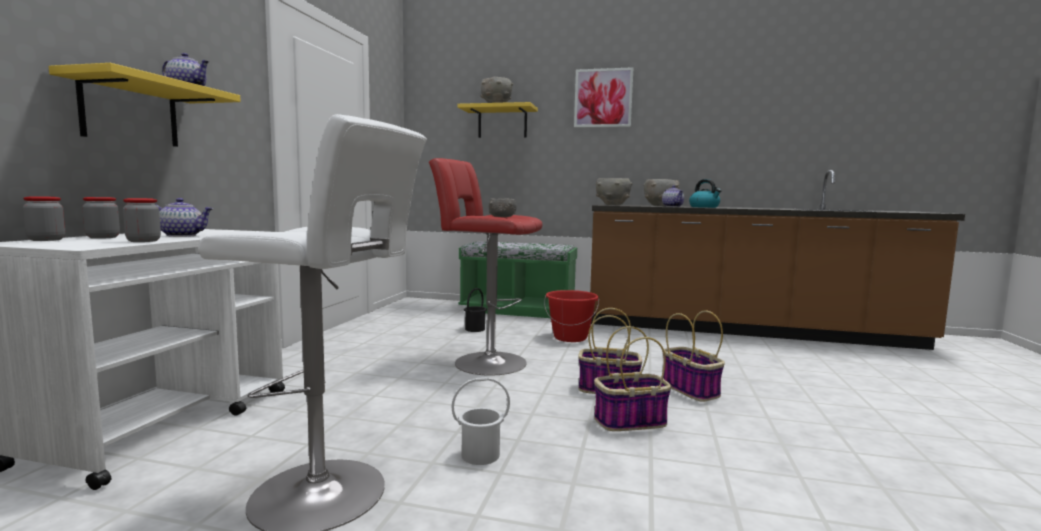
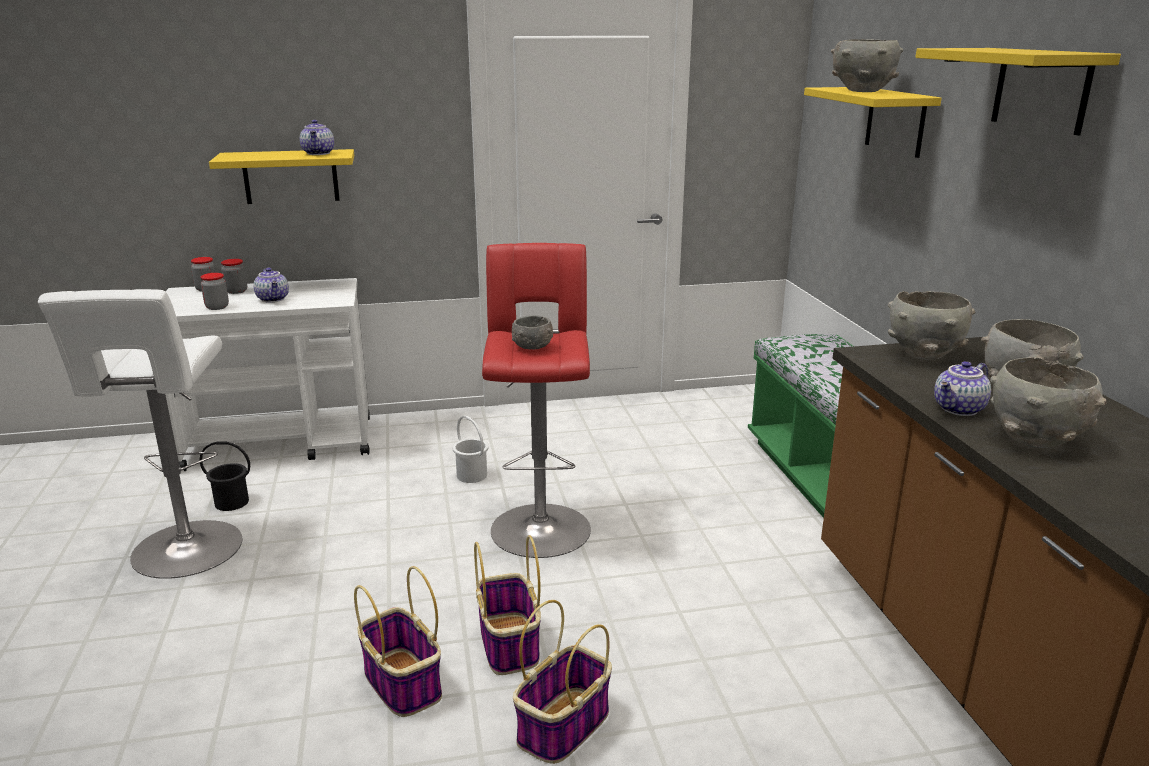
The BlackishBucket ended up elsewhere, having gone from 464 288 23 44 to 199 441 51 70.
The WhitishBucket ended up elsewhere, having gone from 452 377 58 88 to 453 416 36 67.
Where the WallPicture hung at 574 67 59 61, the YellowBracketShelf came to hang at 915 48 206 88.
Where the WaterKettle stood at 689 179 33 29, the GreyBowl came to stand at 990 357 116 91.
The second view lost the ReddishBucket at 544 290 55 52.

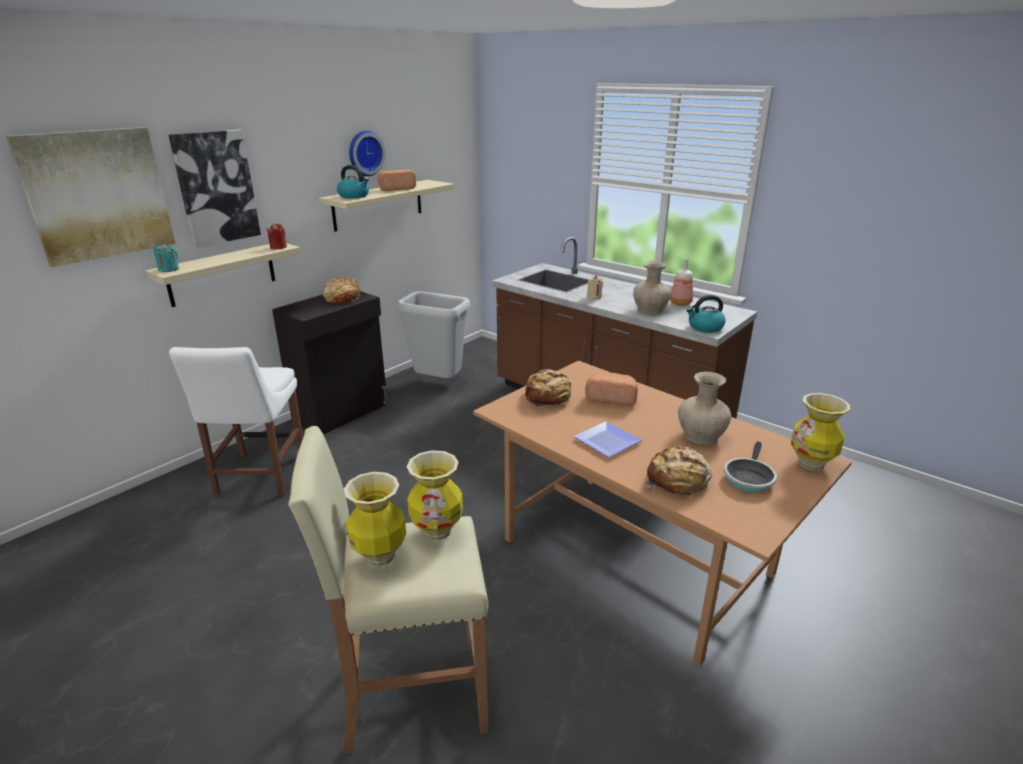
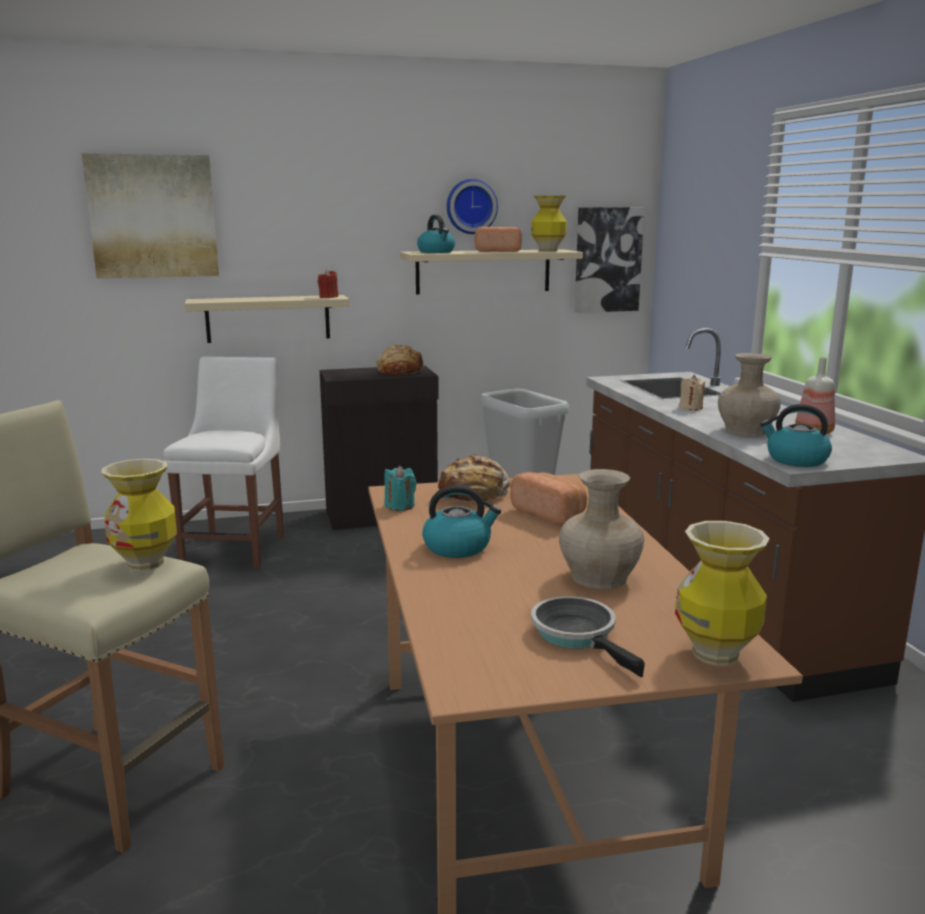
The WhitishPlainChair at 169 347 134 149 ended up facing another way, 150 degrees clockwise from before.
The TurquoiseColouredWaxLight ended up elsewhere, having gone from 153 243 26 29 to 384 466 32 45.
Where the Plate stood at 573 421 69 36, the WaterKettle came to stand at 422 485 79 73.
The DecorativeVase ended up elsewhere, having gone from 344 472 62 95 to 531 196 36 56.
The FryingPan at 724 441 53 52 ended up facing another way, 90 degrees clockwise from before.
The WallPicture ended up elsewhere, having gone from 169 130 92 117 to 575 207 70 106.
The second view lost the Bread at 644 446 68 51.

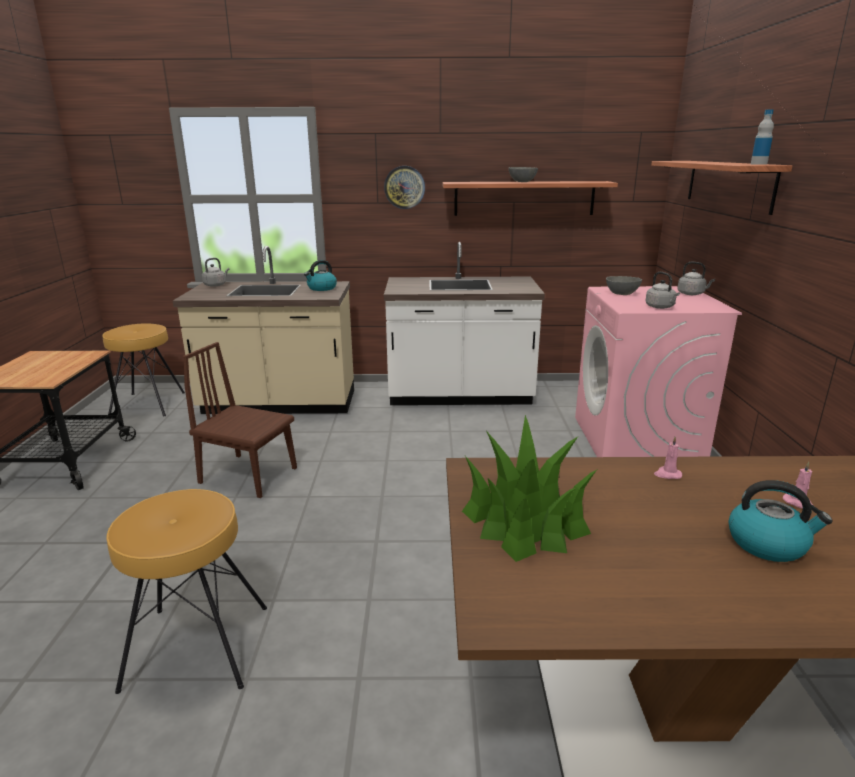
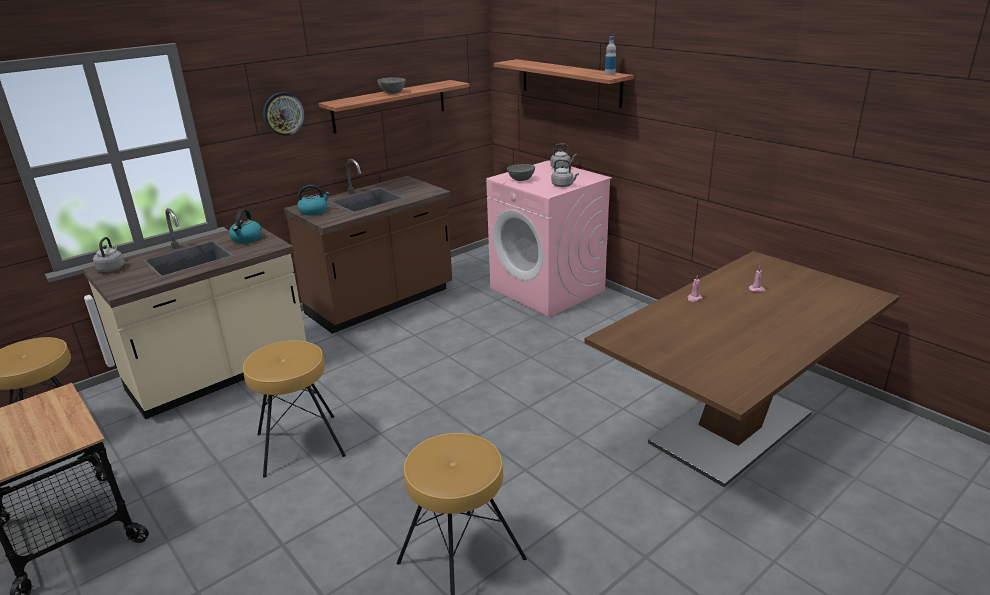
Where the BrownishPlainChair stood at 183 342 114 156, the BrownishStoolSeat came to stand at 243 340 103 138.
What was the WhitishKitchenCounter at 384 242 161 163 turned into the BrownishKitchenCounter at 284 159 168 175.
The WaterKettle ended up elsewhere, having gone from 728 480 105 82 to 297 185 33 31.
The second view lost the Houseplant at 462 415 135 147.

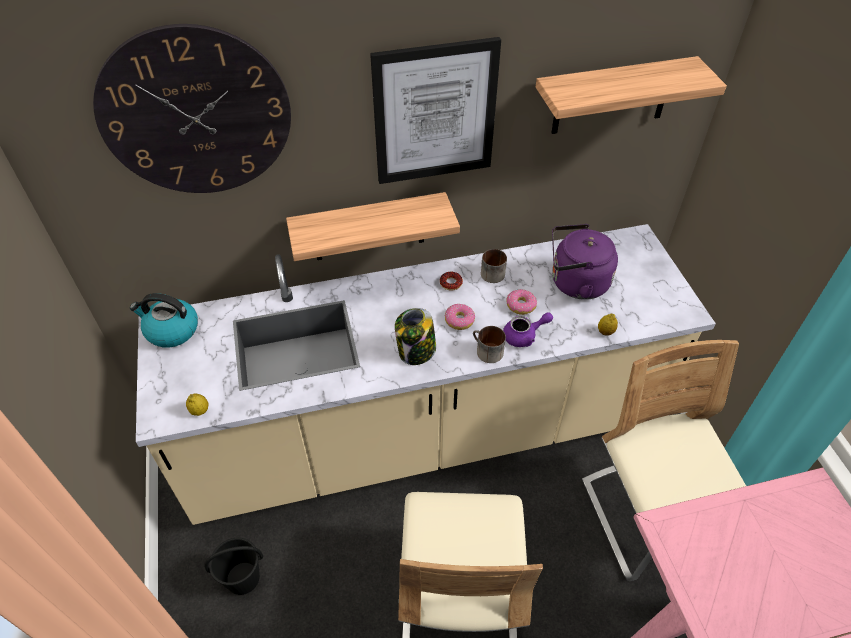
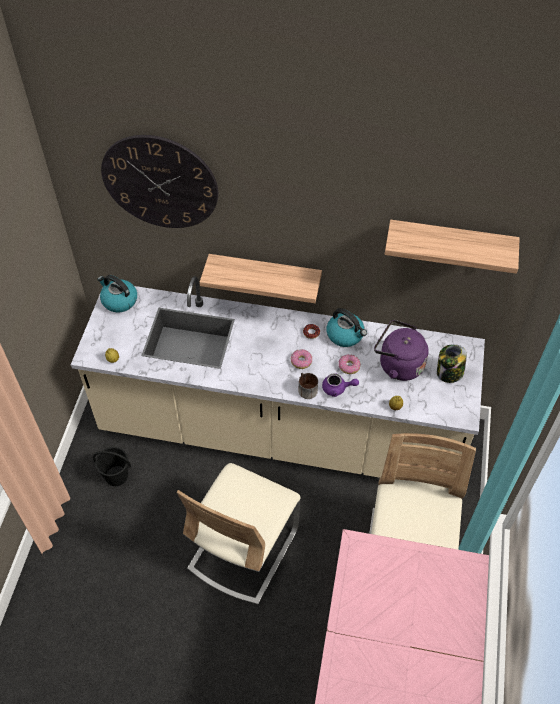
Where the TeaMug stood at 481 249 26 34, the WaterKettle came to stand at 327 308 40 39.
The Jar ended up elsewhere, having gone from 395 308 41 57 to 437 344 30 39.
The second view lost the WallPicture at 370 37 131 147.

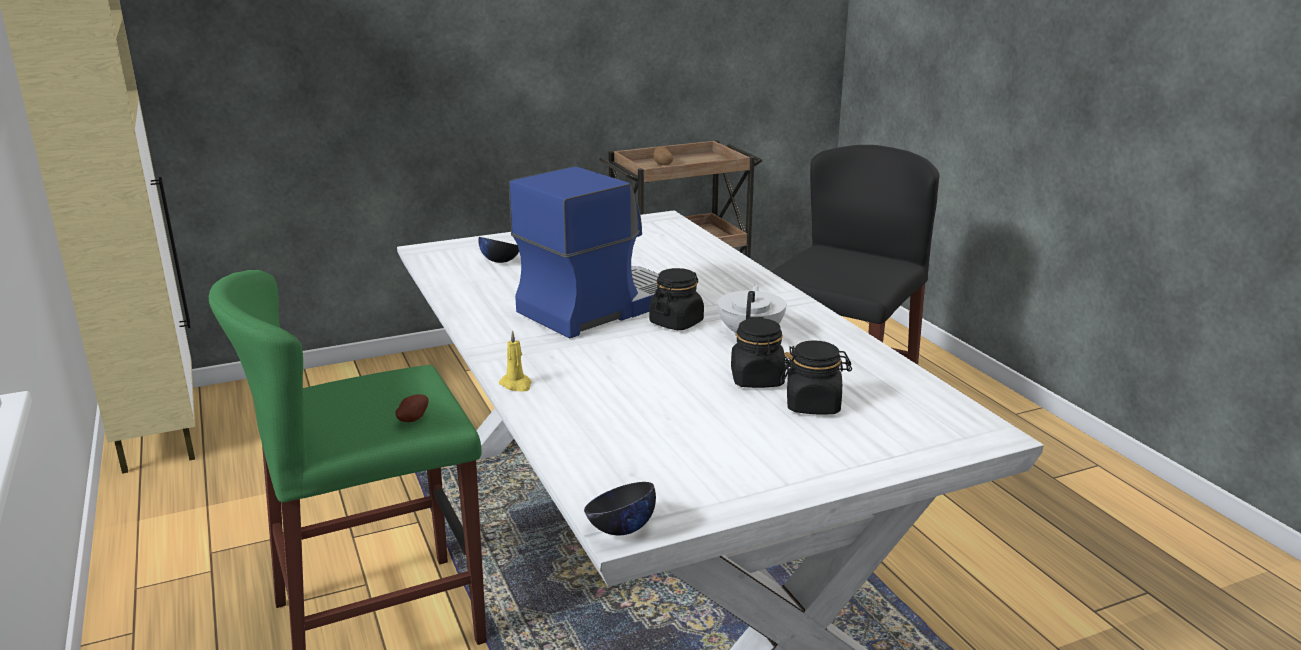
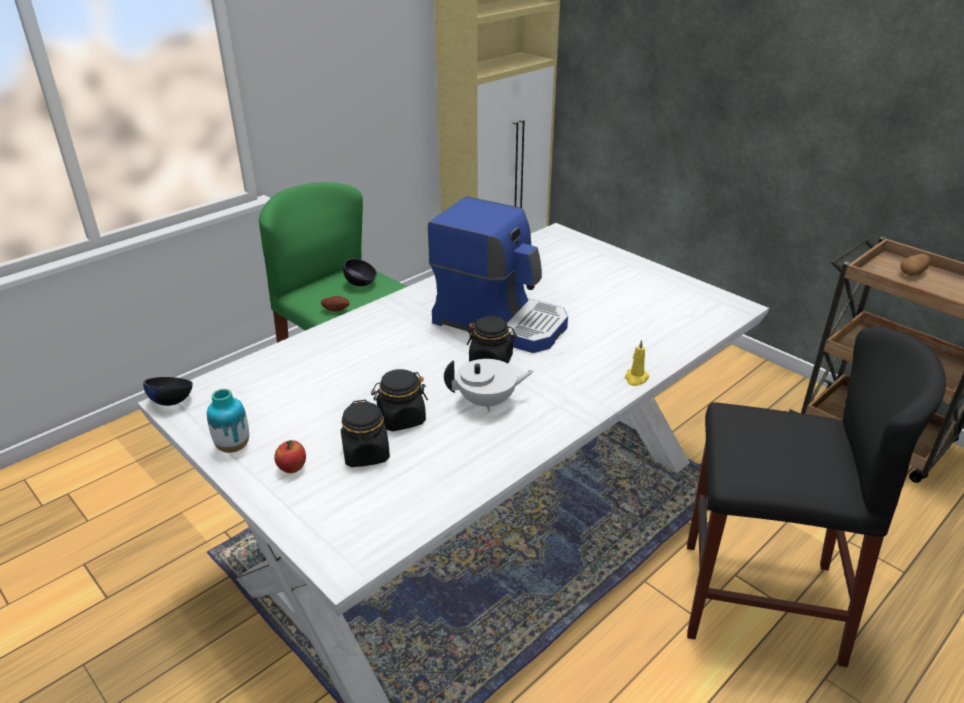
The second view gained the DecorativeVase at 207 389 42 64.
The second view gained the Apple at 274 440 32 33.
The BlackishBowl ended up elsewhere, having gone from 479 237 40 26 to 343 258 34 28.
The YellowWaxLight ended up elsewhere, having gone from 499 330 32 62 to 625 340 25 46.

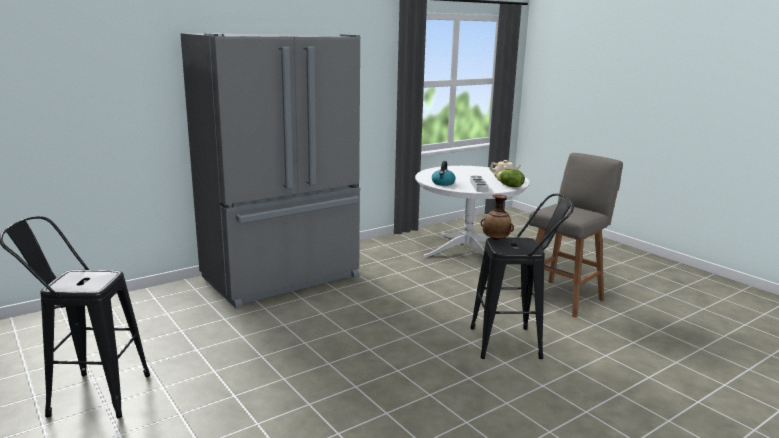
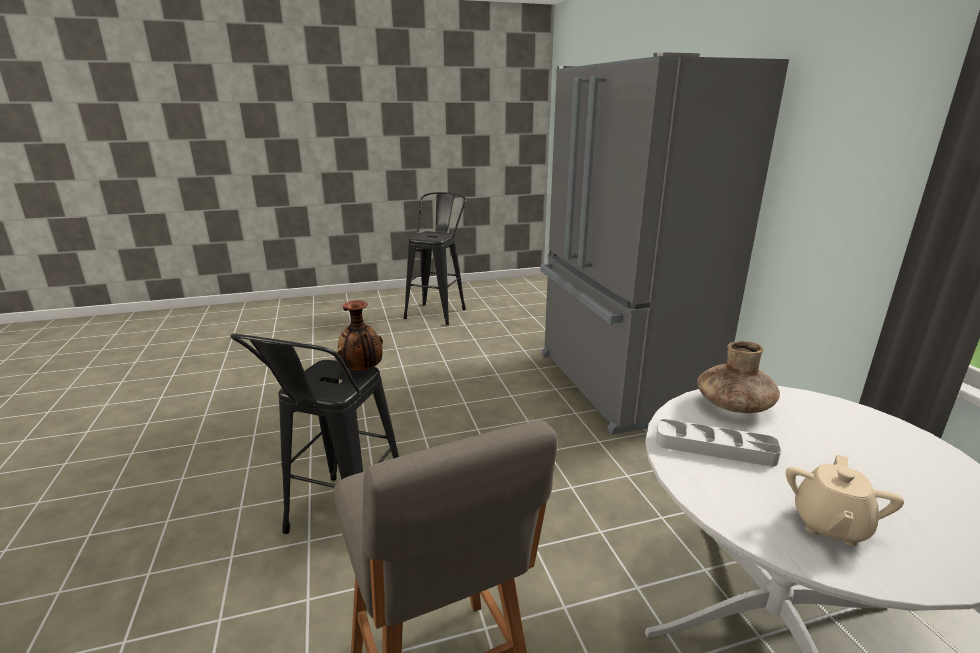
Where the WaterKettle stood at 432 161 23 25, the BrownishDecorativeVase came to stand at 697 341 83 72.
The second view lost the Lettuce at 496 169 29 18.

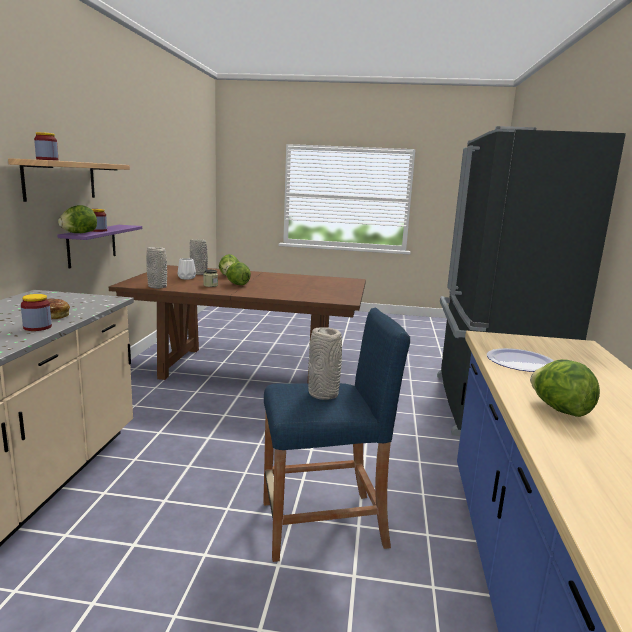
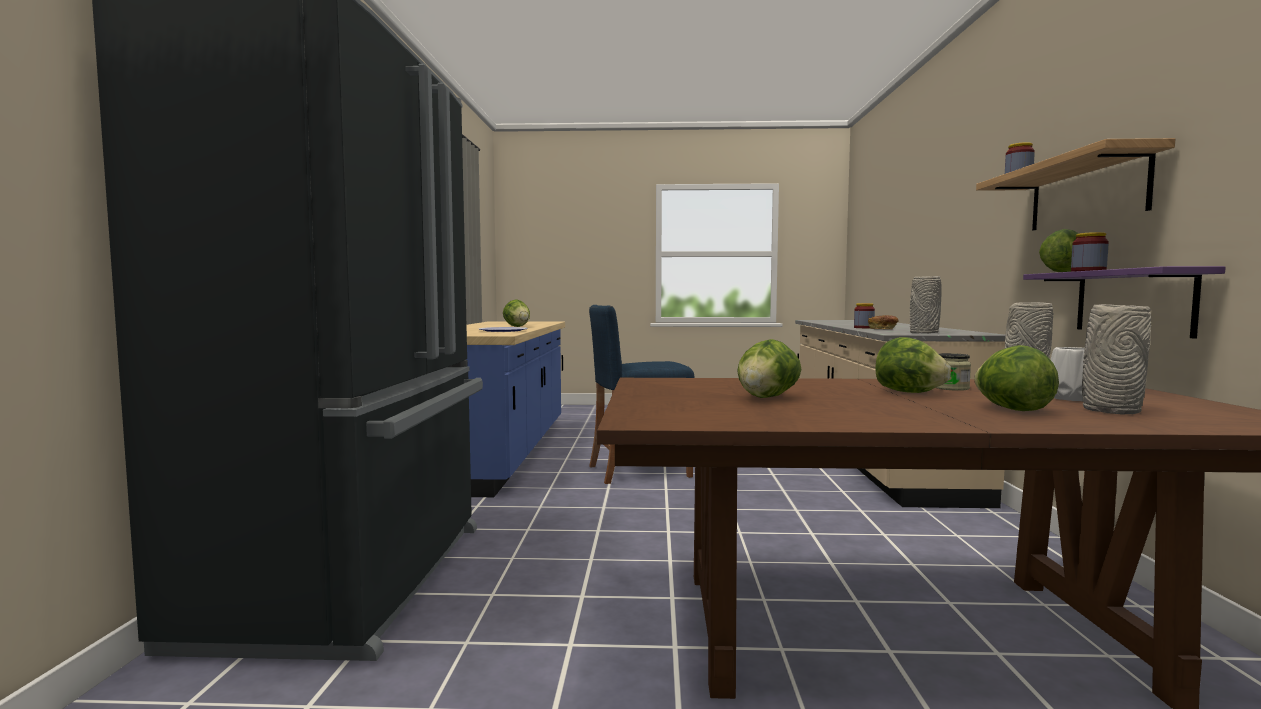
The second view gained the Lettuce at 737 339 64 59.
The GreyDecorativeVase ended up elsewhere, having gone from 308 327 34 73 to 910 276 32 57.

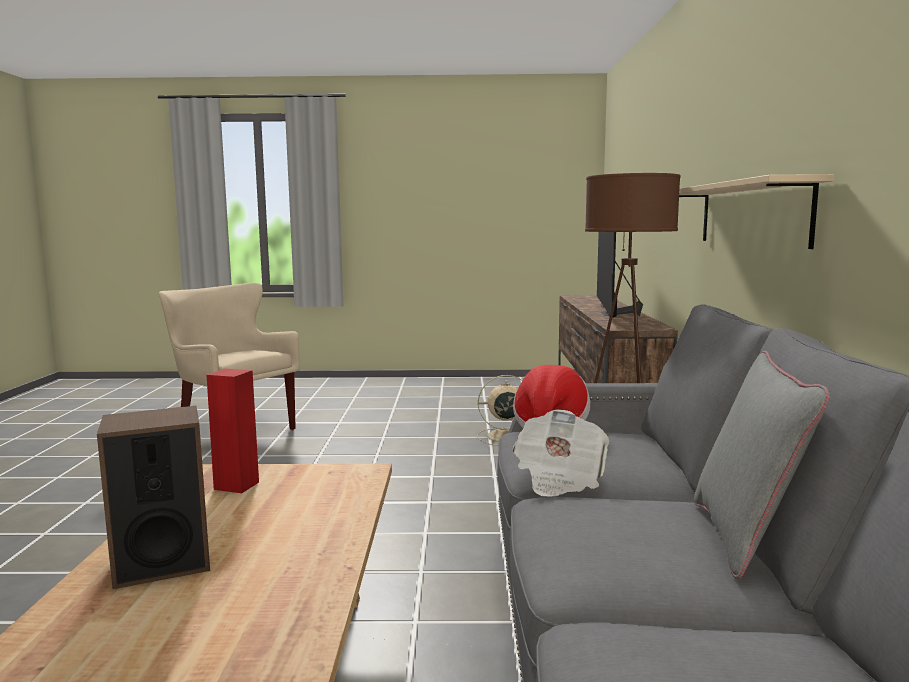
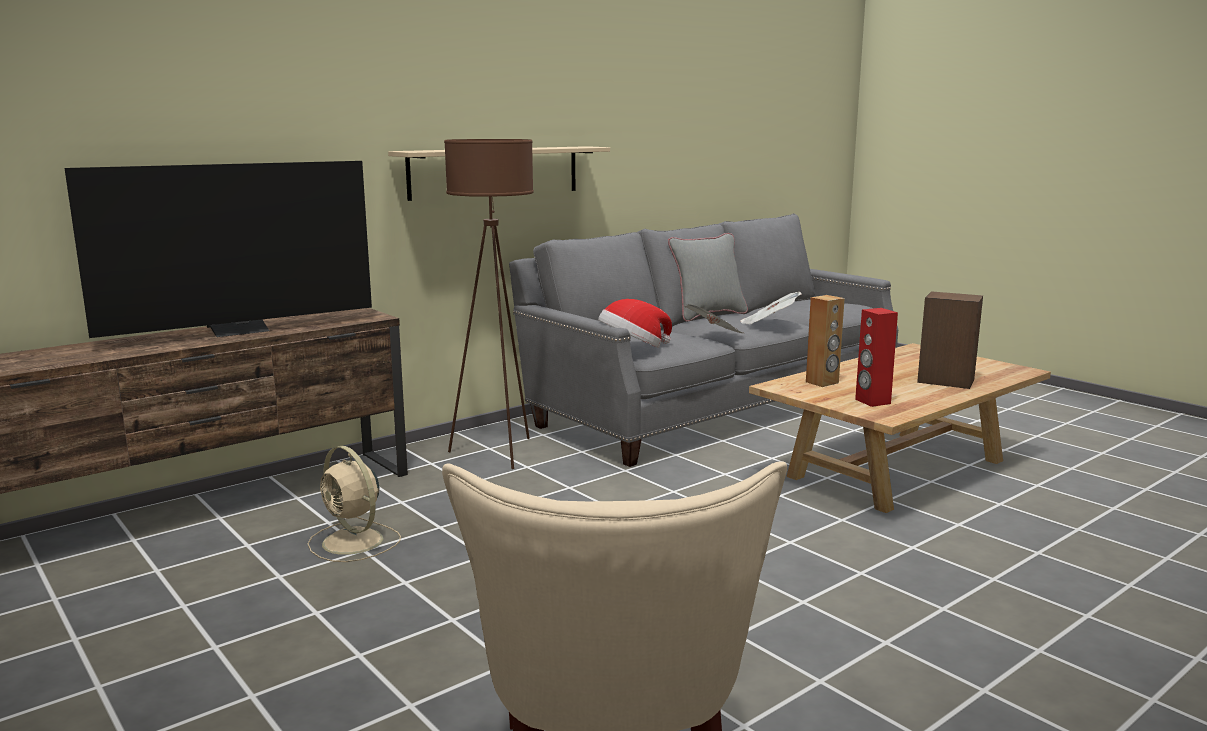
The second view gained the DailyPaper at 740 292 62 33.
The second view gained the BrownishAudioSpeaker at 806 295 39 92.

